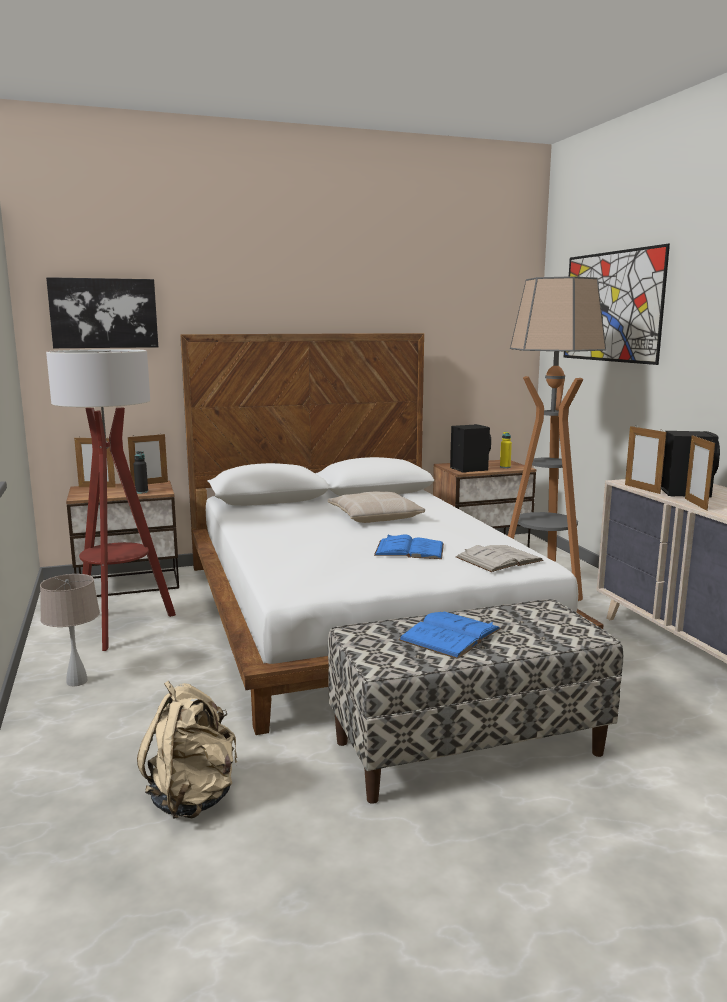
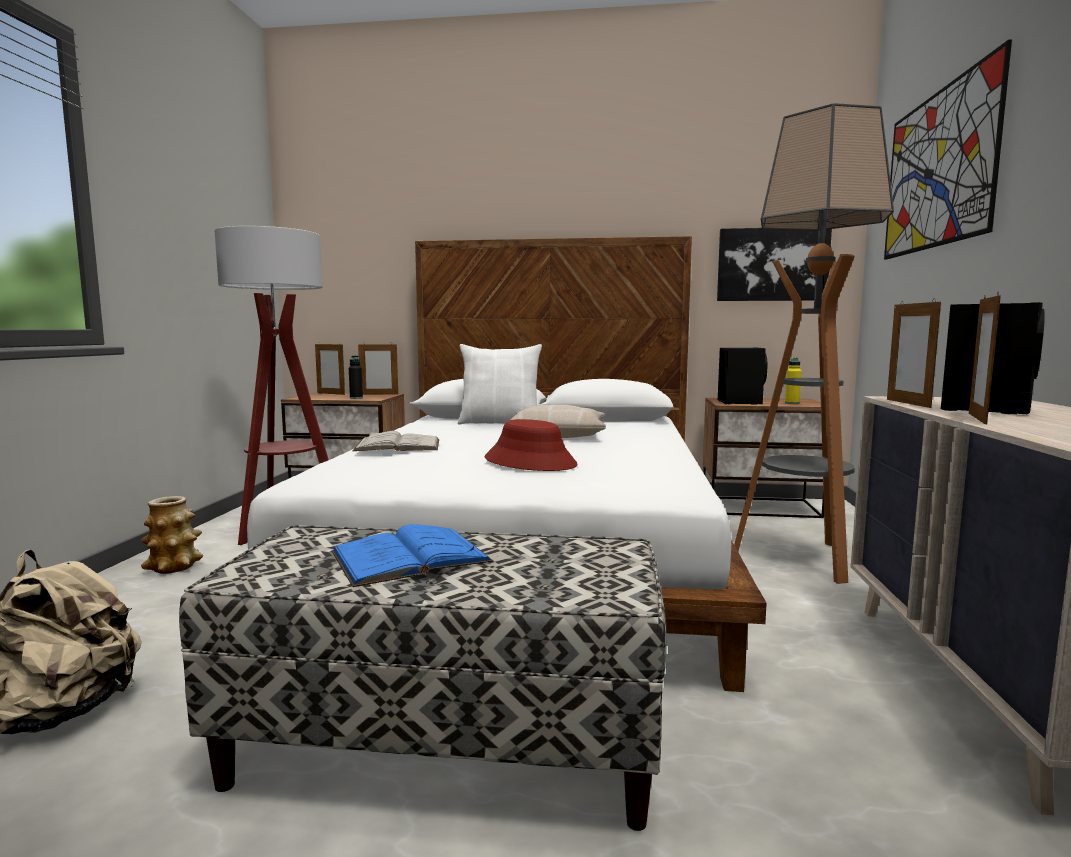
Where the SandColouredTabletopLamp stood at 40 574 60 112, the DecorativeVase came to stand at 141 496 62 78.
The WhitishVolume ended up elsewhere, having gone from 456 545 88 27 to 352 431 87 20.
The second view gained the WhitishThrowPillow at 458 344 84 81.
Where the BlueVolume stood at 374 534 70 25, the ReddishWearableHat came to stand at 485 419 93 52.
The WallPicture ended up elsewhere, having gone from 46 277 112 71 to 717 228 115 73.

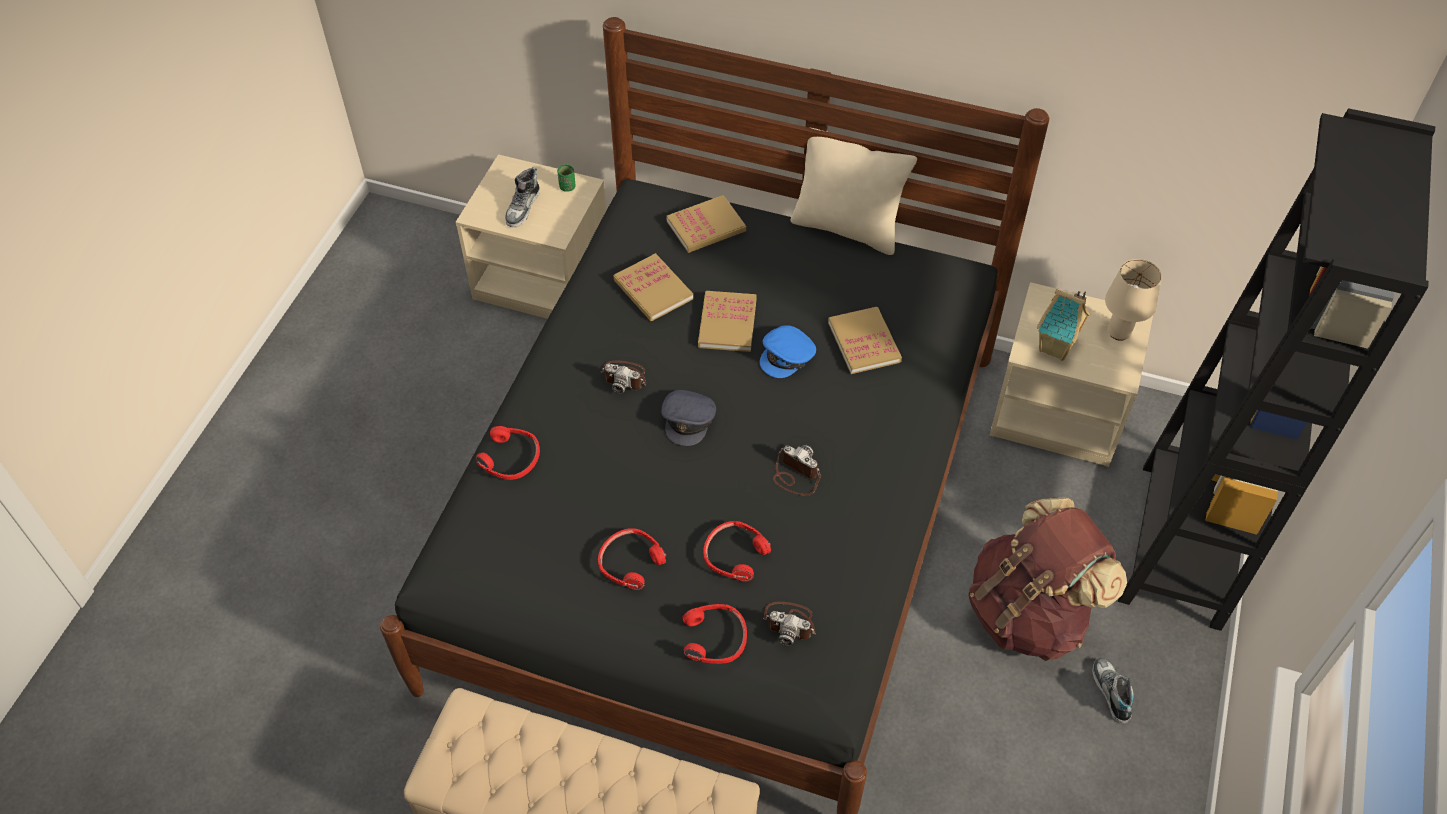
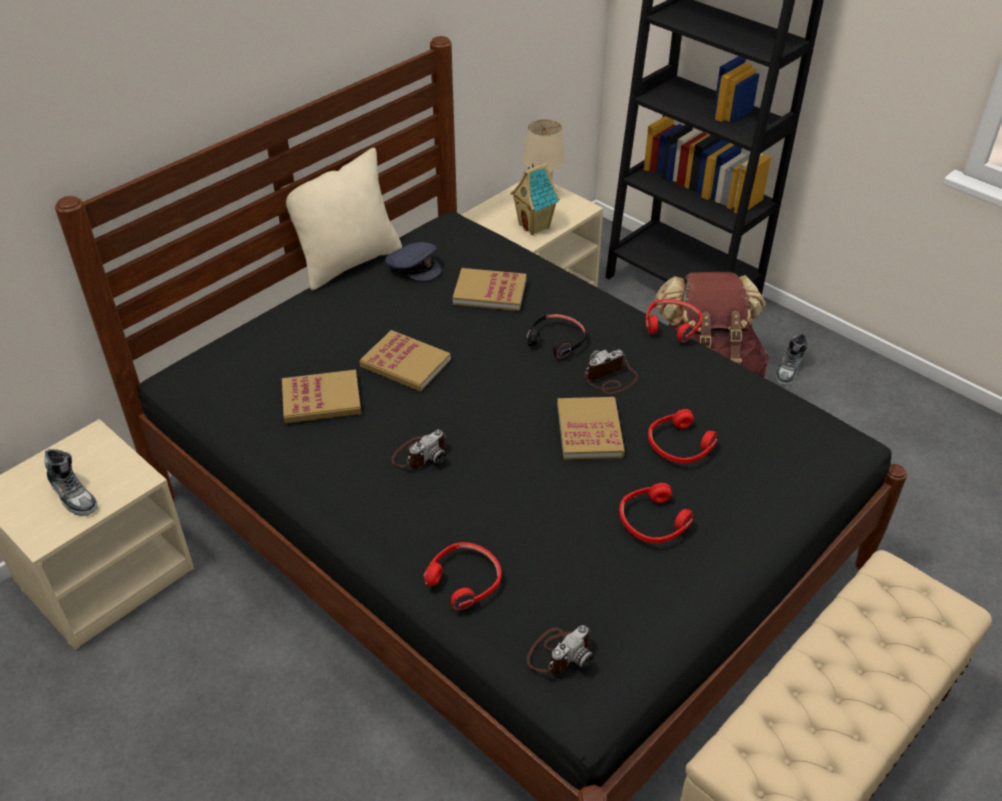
The GreyBaseballCap ended up elsewhere, having gone from 661 390 55 56 to 385 242 56 39.
The second view gained the BlackishPairOfHeadphones at 526 313 61 46.
The PhotoCamera ended up elsewhere, having gone from 763 602 53 44 to 527 625 66 49.
The Volume ended up elsewhere, having gone from 666 195 80 58 to 557 397 68 63.
The ReddishPairOfHeadphones ended up elsewhere, having gone from 682 604 65 60 to 645 299 57 44.
The Shoe at 1092 658 42 66 ended up facing another way, 75 degrees counterclockwise from before.
The second view lost the GreenDrinkingCup at 557 164 19 28.
The second view lost the BlueBaseballCap at 760 325 56 53.

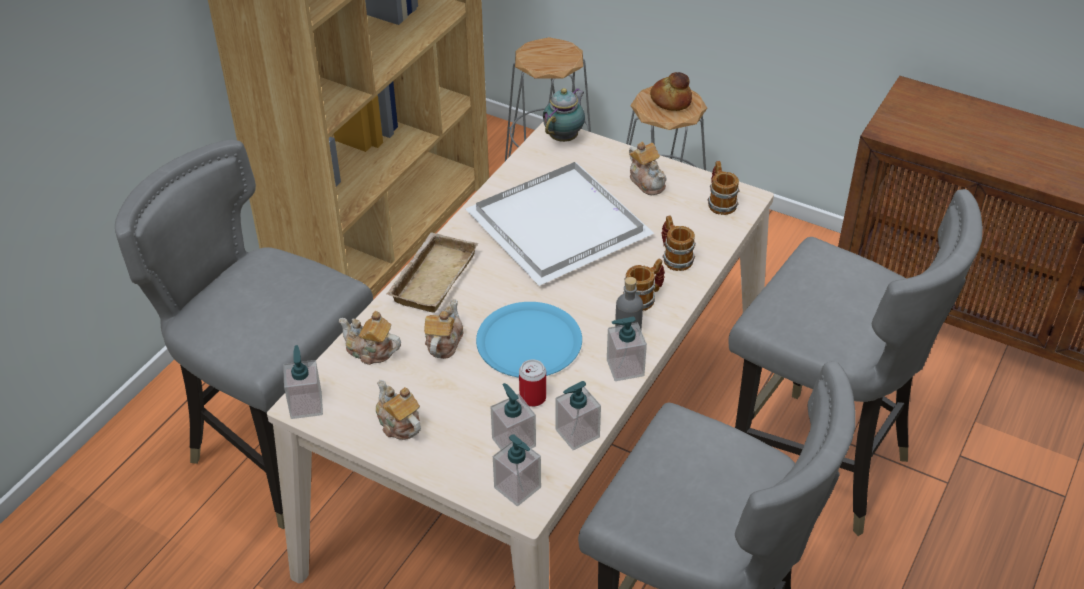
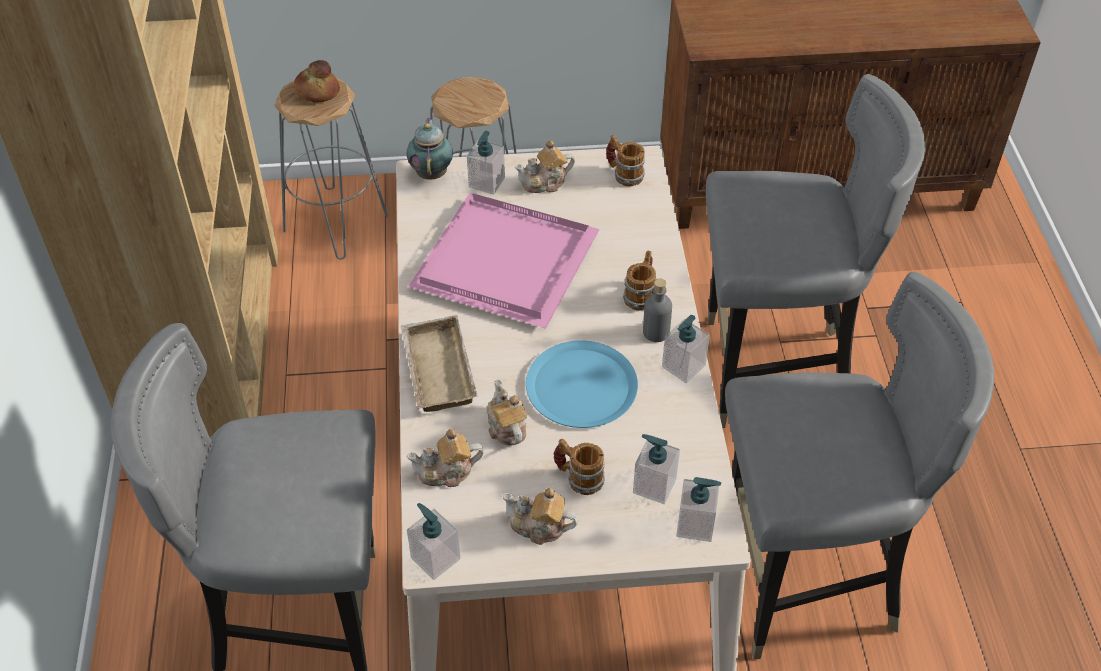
The Bread ended up elsewhere, having gone from 650 72 42 39 to 294 60 46 42.
What was the WhitishServingTray at 466 162 188 124 turned into the PinkishServingTray at 408 193 192 135.
The SoapDispenser ended up elsewhere, having gone from 556 381 45 69 to 467 131 38 64.
The Teapot at 629 142 38 53 ended up facing another way, 135 degrees clockwise from before.
The TeaMug ended up elsewhere, having gone from 662 215 34 56 to 554 439 51 56.
The second view lost the SealedCan at 519 359 27 48.

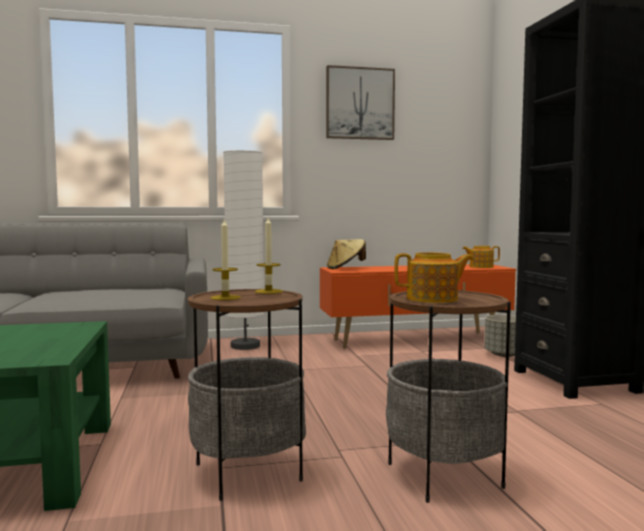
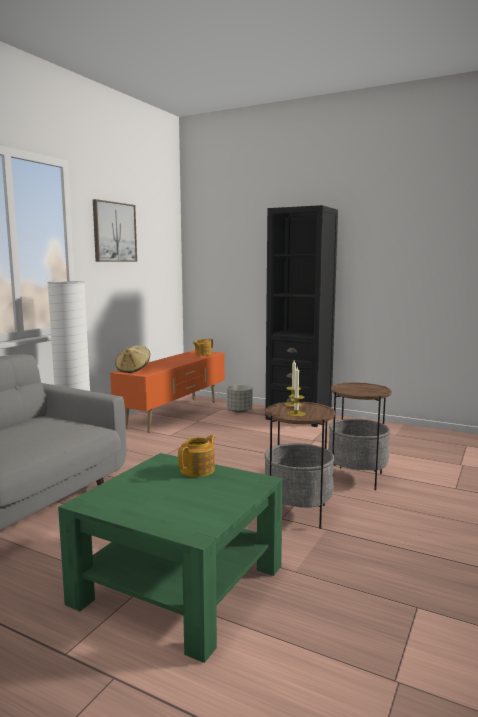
The Teapot ended up elsewhere, having gone from 394 252 80 51 to 178 435 37 42.

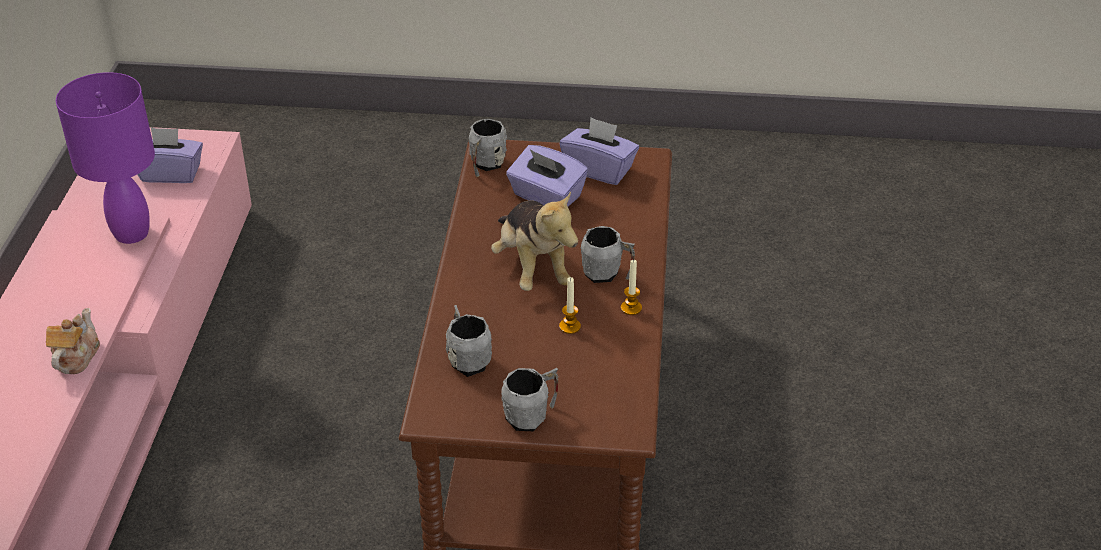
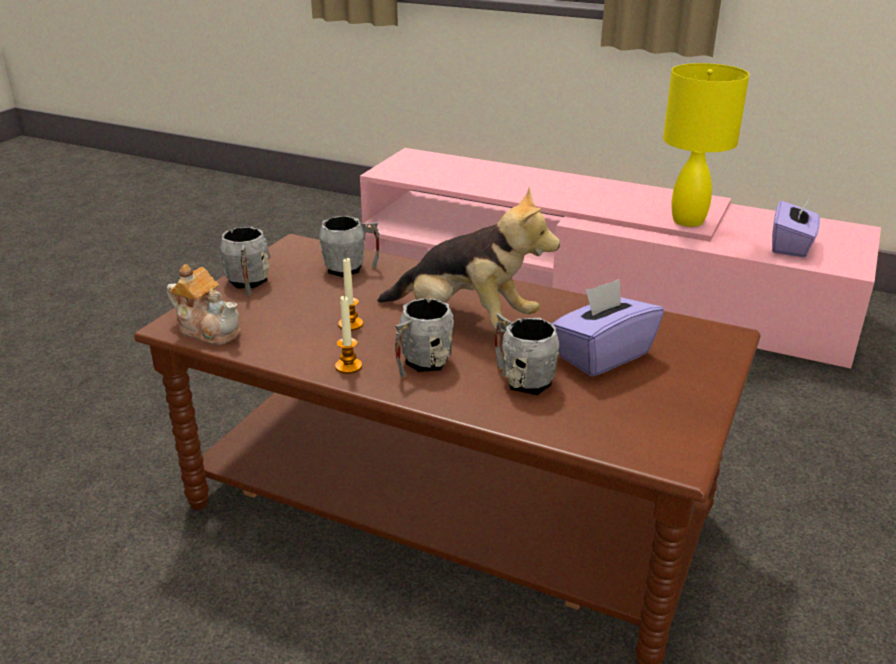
The Teapot ended up elsewhere, having gone from 46 308 54 66 to 167 264 74 81.
The SoftToy at 491 191 87 100 ended up facing another way, 150 degrees counterclockwise from before.
The GreyTeaMug ended up elsewhere, having gone from 469 119 38 58 to 495 313 64 82.
What was the PurpleColouredTabletopLamp at 56 72 99 172 turned into the YellowTabletopLamp at 663 63 86 164.
The second view lost the PurpleColouredBoxOfTissues at 560 117 79 68.

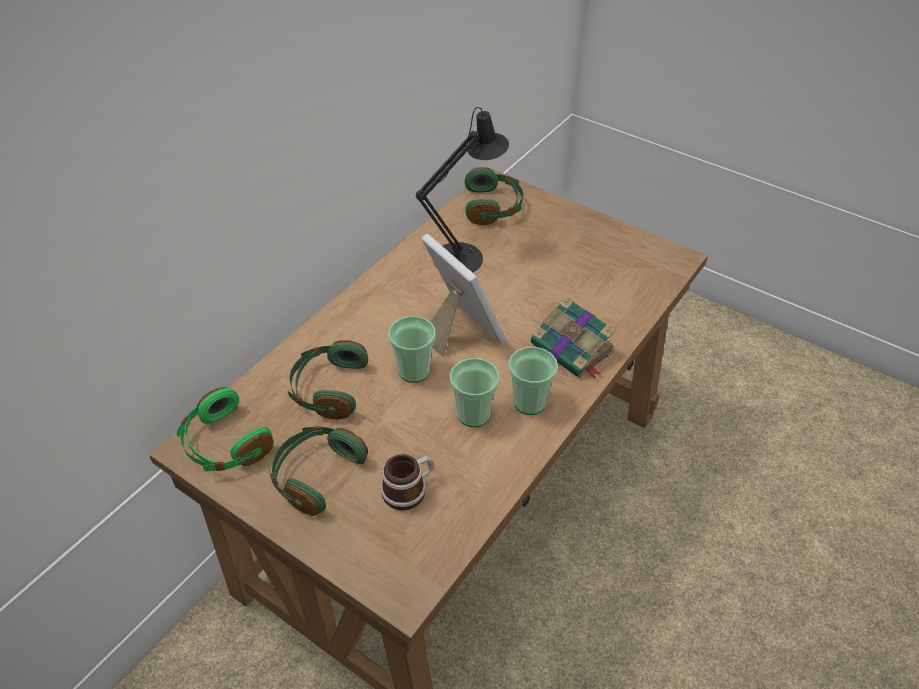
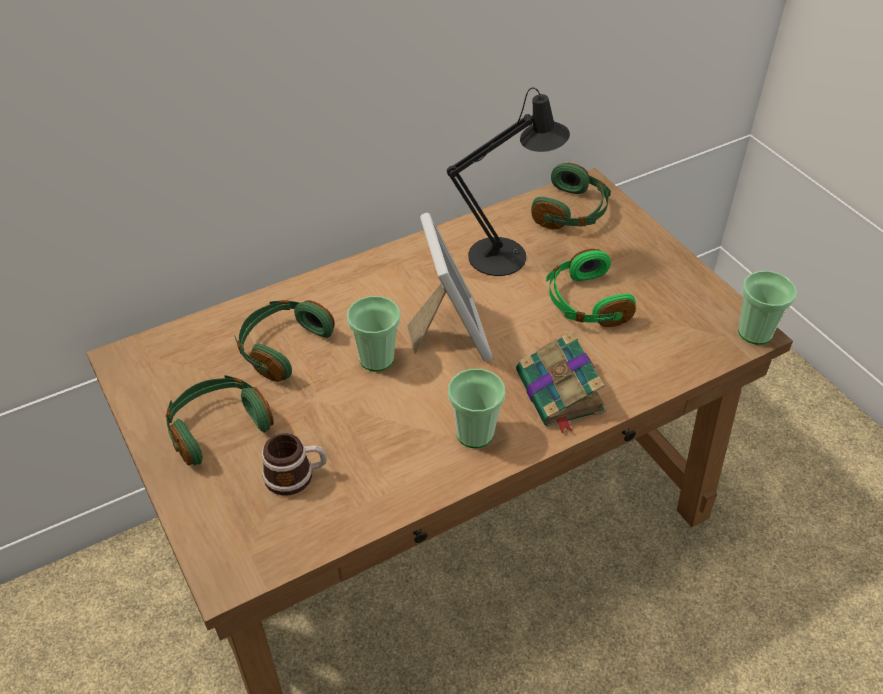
The GreenPairOfHeadphones ended up elsewhere, having gone from 176 387 98 84 to 546 249 90 78.
The DrinkingCup ended up elsewhere, having gone from 450 358 50 69 to 738 271 59 74.

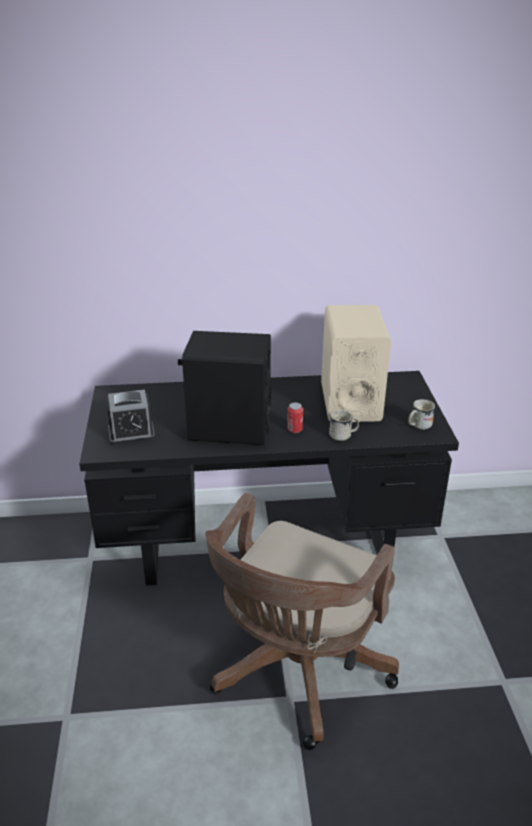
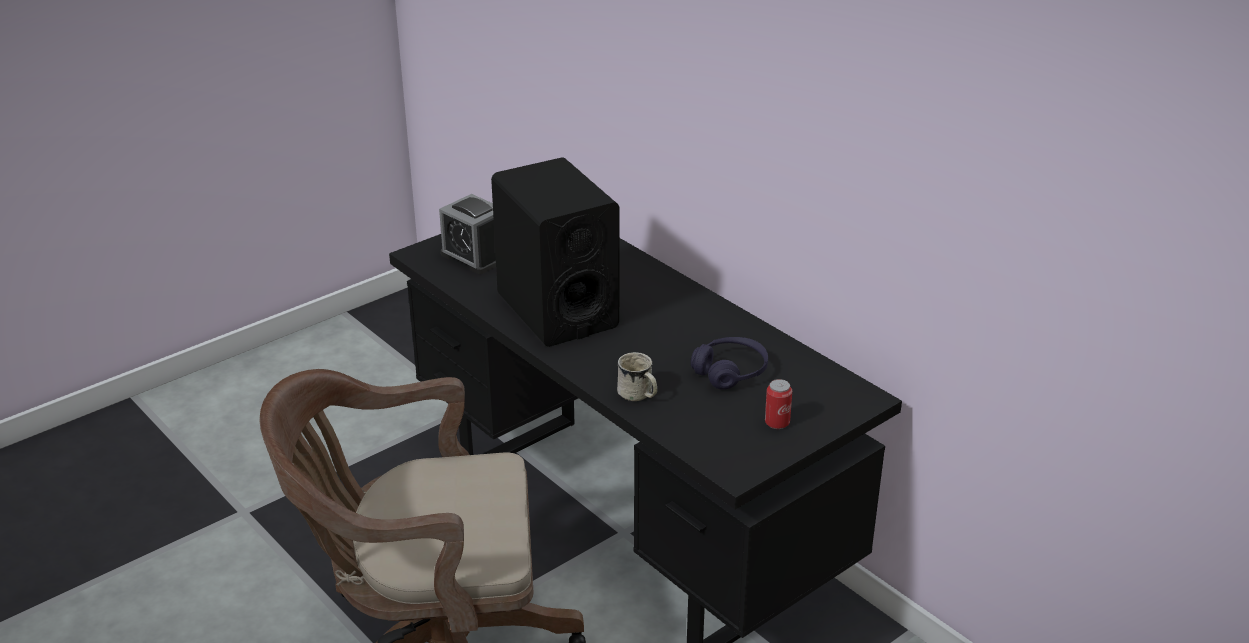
Where the SandColouredAudioSpeaker stood at 321 305 70 117, the PurpleColouredPairOfHeadphones came to stand at 691 337 77 53.
The SealedCan ended up elsewhere, having gone from 287 402 16 31 to 765 379 27 50.
The second view lost the WhitishTeaMug at 408 399 27 31.

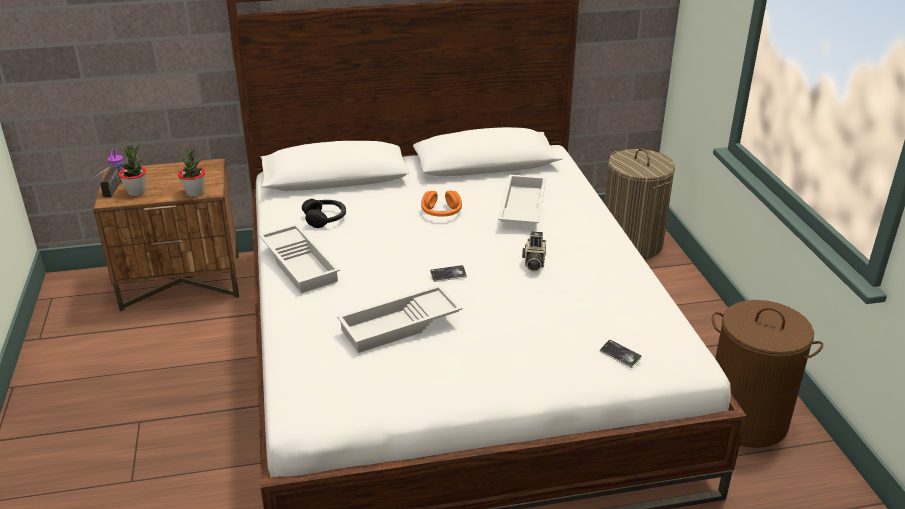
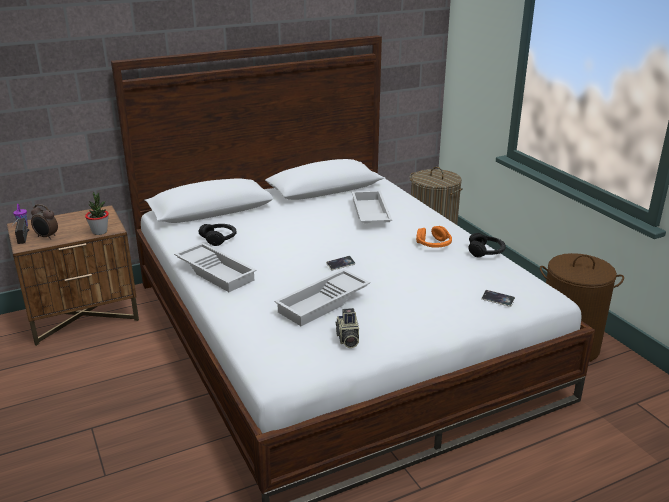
Where the Houseplant stood at 119 143 27 53, the AlarmClock came to stand at 31 204 27 36.
The PhotoCamera ended up elsewhere, having gone from 522 231 24 41 to 336 308 23 40.
The OrangePairOfHeadphones ended up elsewhere, having gone from 421 190 41 27 to 416 226 36 21.
The second view gained the BlackishPairOfHeadphones at 468 233 38 24.

